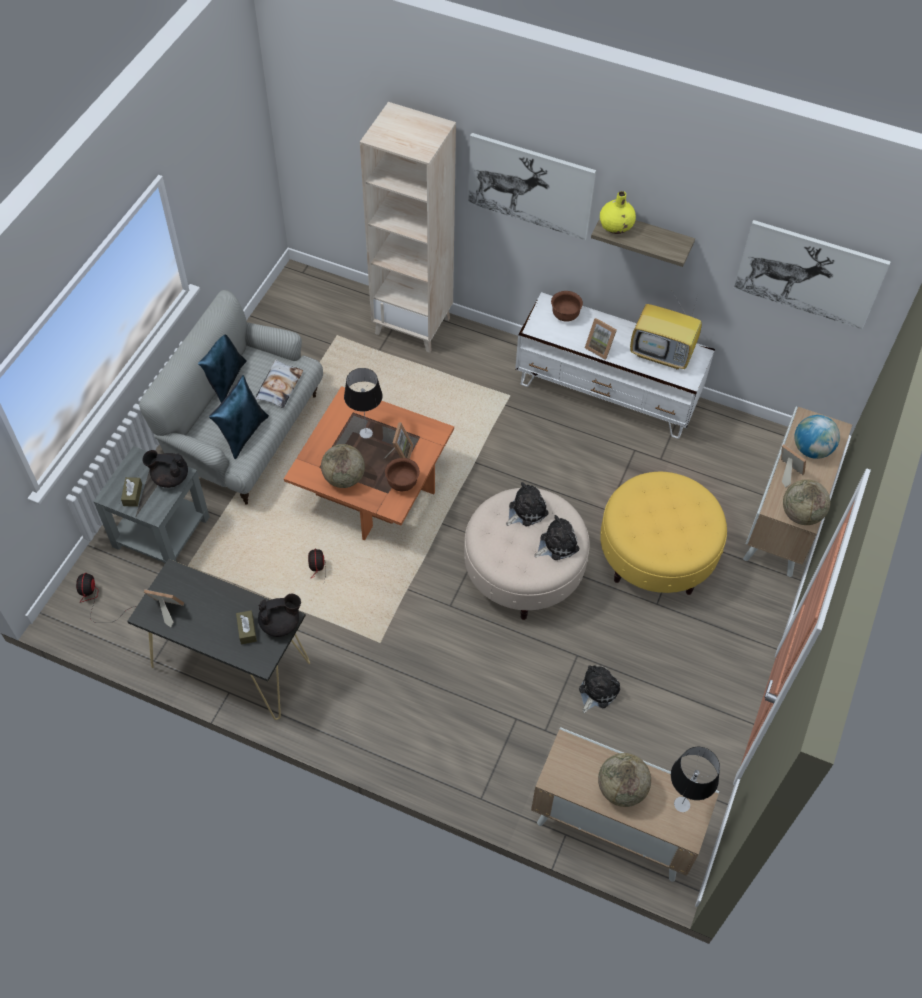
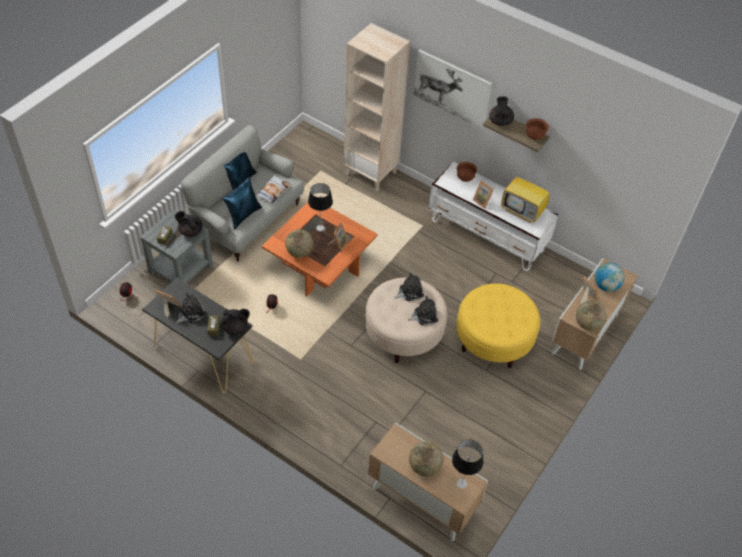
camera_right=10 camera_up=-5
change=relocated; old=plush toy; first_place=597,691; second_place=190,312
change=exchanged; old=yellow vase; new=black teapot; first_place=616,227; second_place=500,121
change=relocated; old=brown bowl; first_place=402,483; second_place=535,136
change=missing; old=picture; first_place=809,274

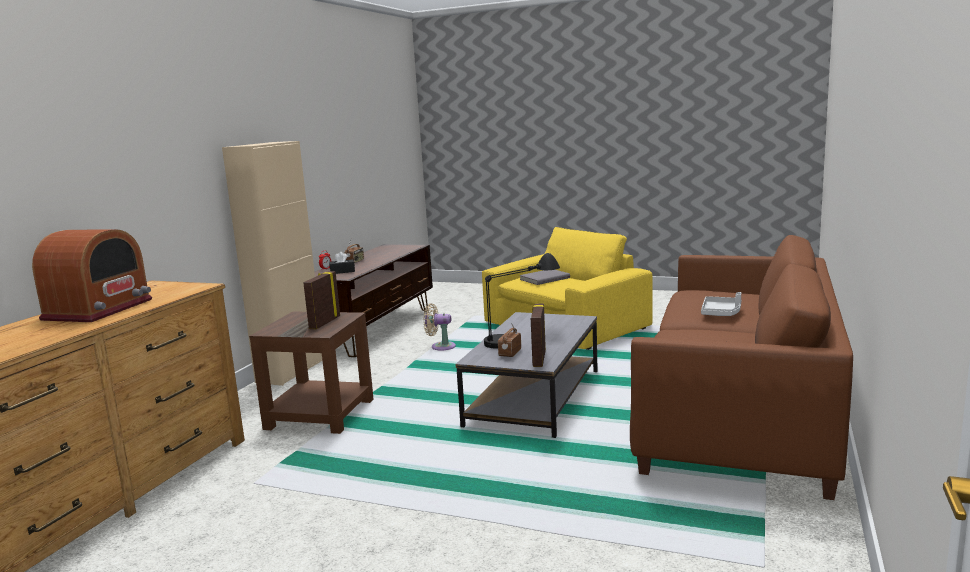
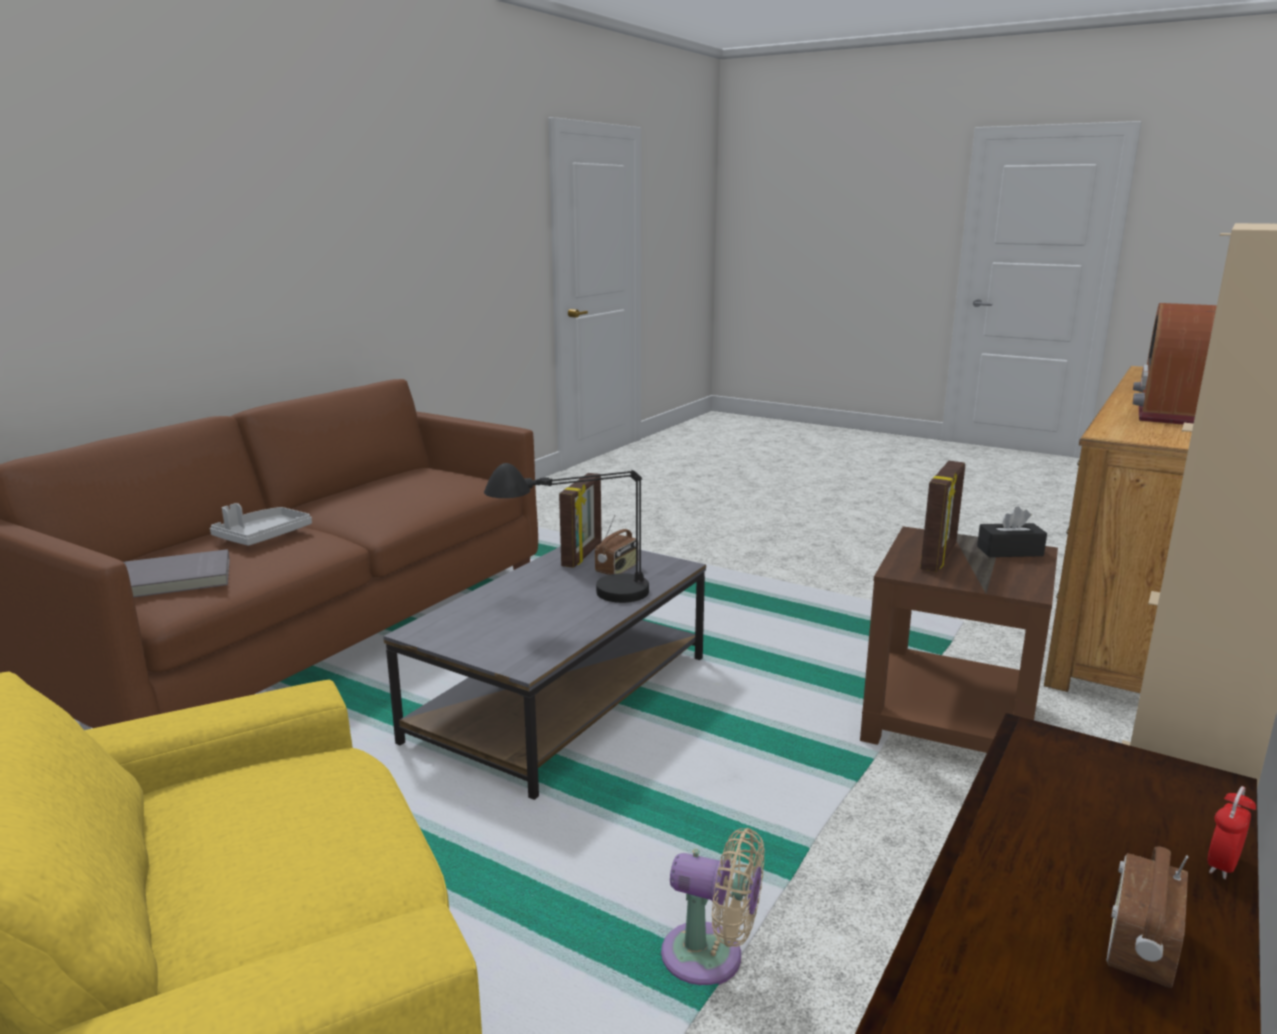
camera_right=-170 camera_up=5
change=relocated; old=grey book; first_place=544,278; second_place=175,579
change=relocated; old=black tissue box; first_place=342,271; second_place=1009,551

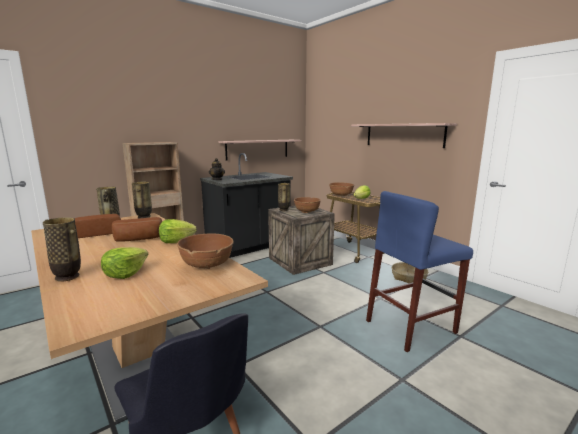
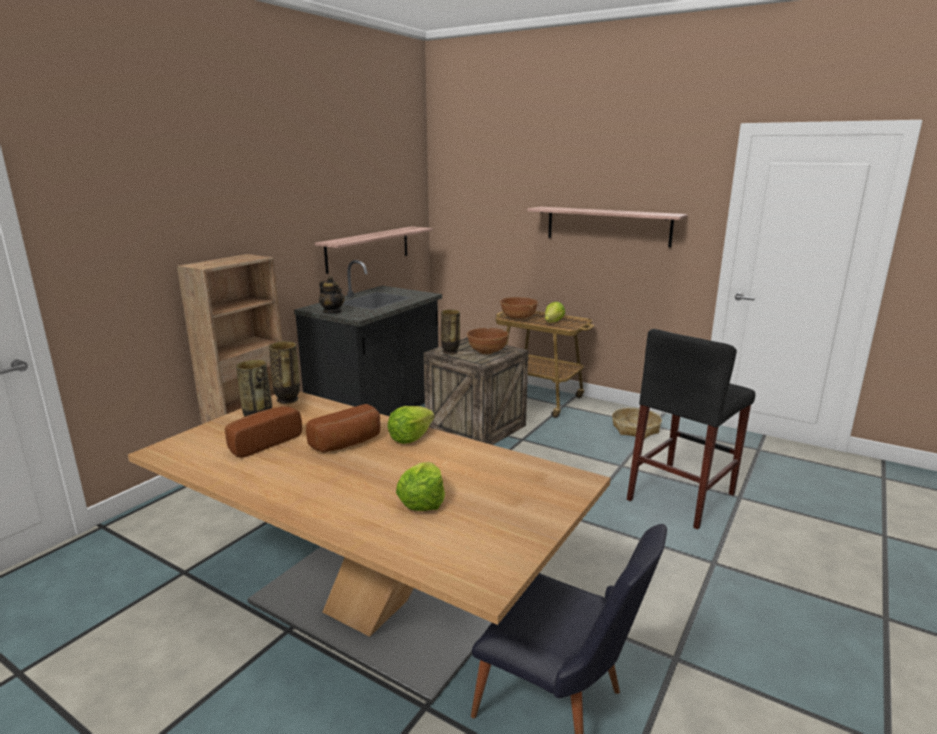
camera_right=-20 camera_up=5
change=colour; old=blue stool; new=black stool; first_place=411,326; second_place=681,496
change=missing; old=vase; first_place=67,277
change=missing; old=brown bowl; first_place=207,265

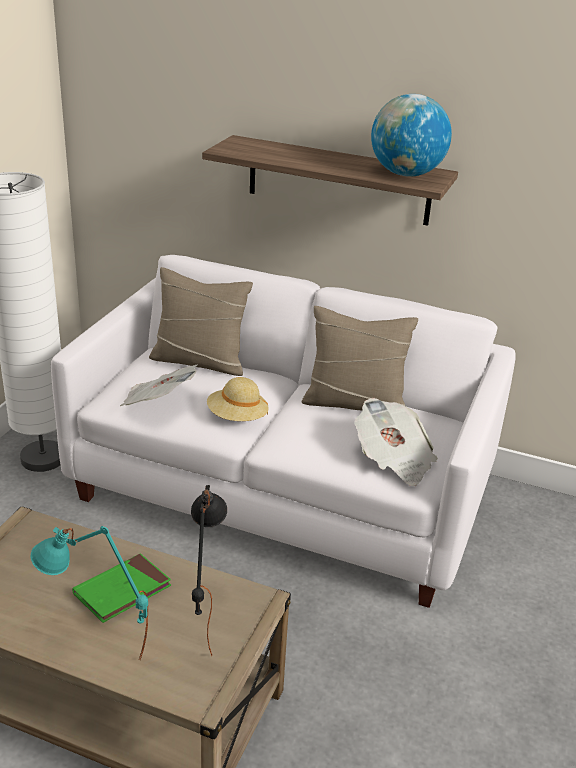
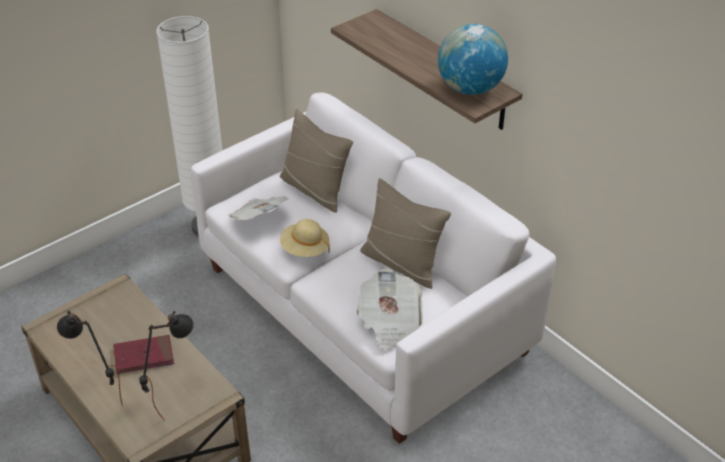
camera_right=30 camera_up=10
change=colour; old=turquoise table lamp; new=black table lamp; first_place=97,660; second_place=99,396
change=colour; old=green book; new=red book; first_place=122,591; second_place=144,356

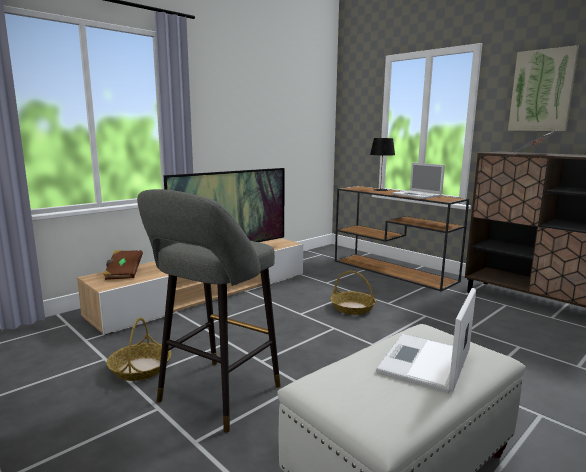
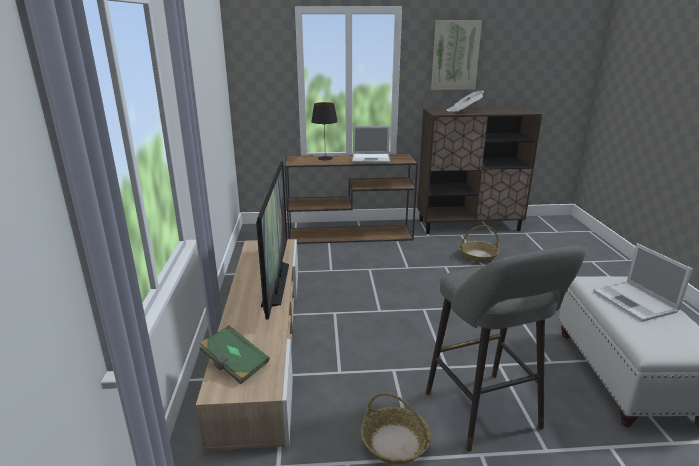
camera_right=-50 camera_up=10
change=colour; old=brown book; new=green book; first_place=123,273; second_place=234,364
change=relocated; old=basket; first_place=352,308; second_place=478,255

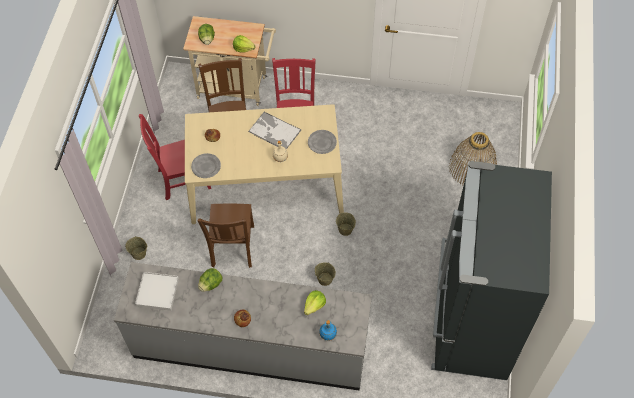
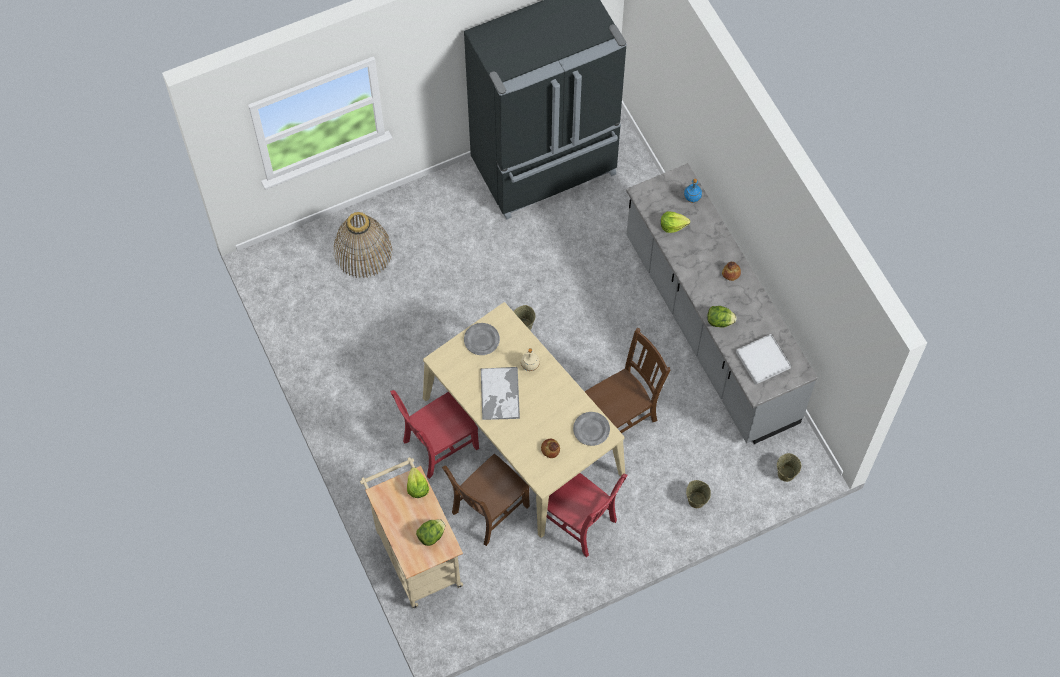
camera_right=-125 camera_up=5
change=relocated; old=beige bucket; first_place=324,279; second_place=786,474

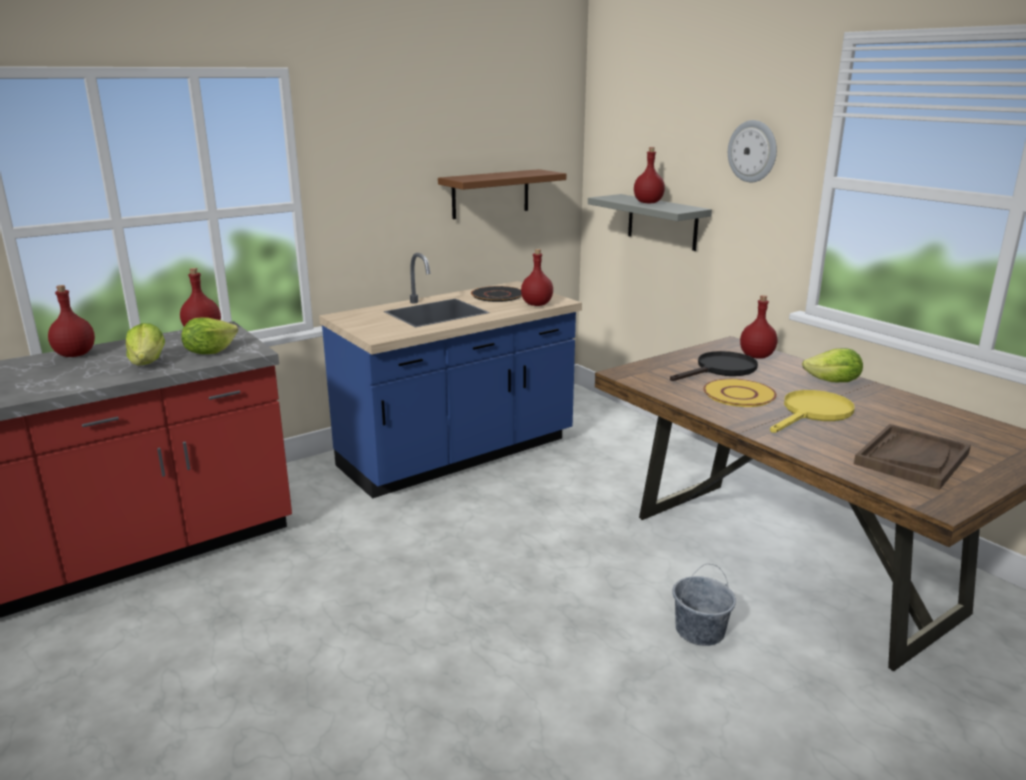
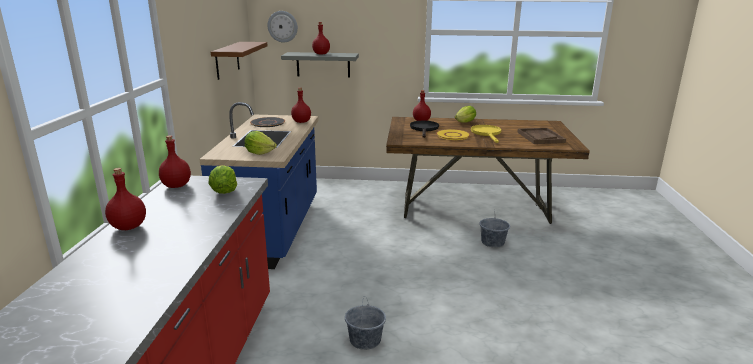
camera_right=-50 camera_up=0
change=relocated; old=lettuce; first_place=148,362; second_place=260,153
change=relocated; old=wall clock; first_place=753,151; second_place=282,26
change=appeared; new=grey bucket; second_place=365,340

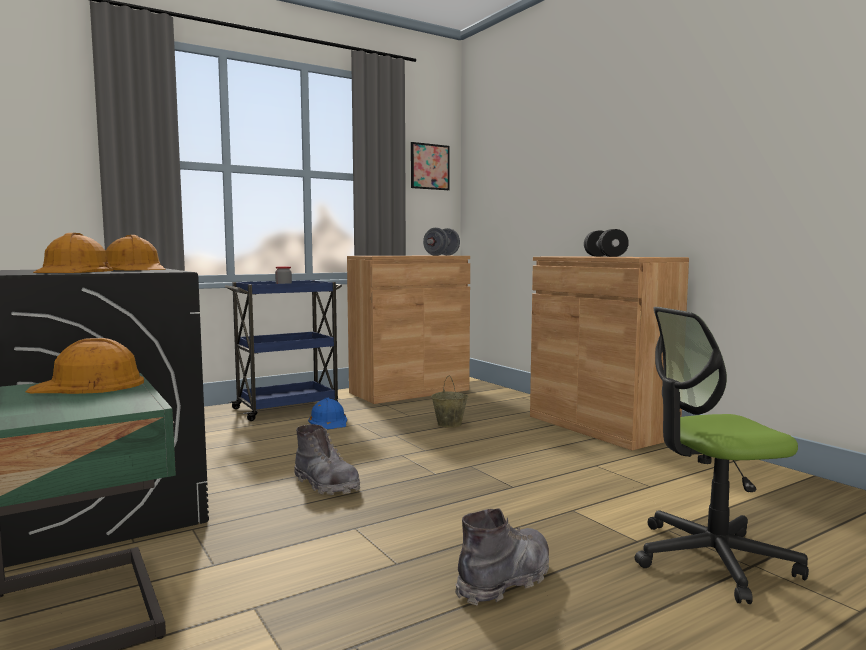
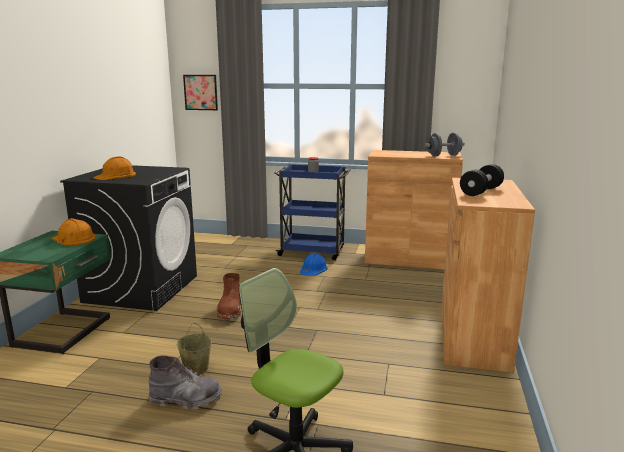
camera_right=45 camera_up=10
change=relocated; old=beige bucket; first_place=449,424; second_place=195,368
change=relocated; old=picture; first_place=429,166; second_place=200,92
change=colour; old=grey boot; new=brown boot; first_place=326,484; second_place=230,311
change=missing; old=orange hard hat; first_place=135,269

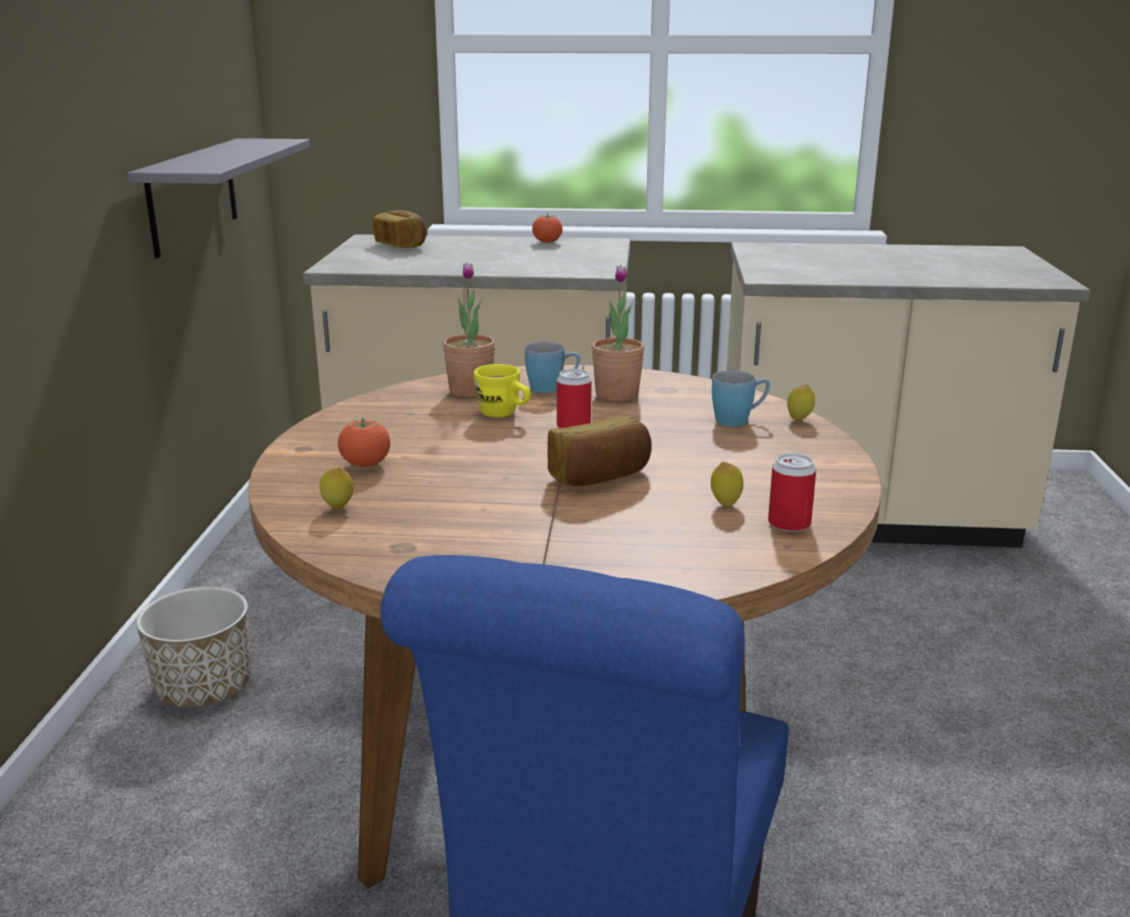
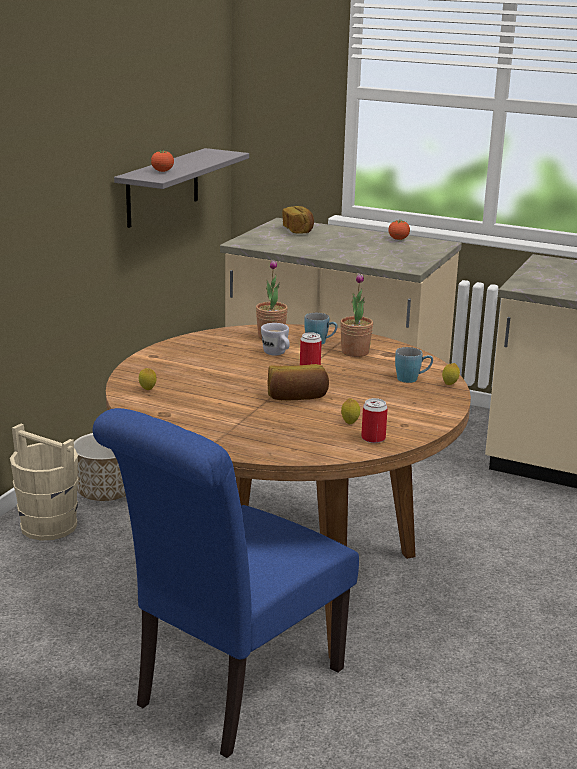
camera_right=20 camera_up=0
change=appeared; new=beige bucket; second_place=48,526
change=relocated; old=tomato; first_place=365,465; second_place=162,171
change=colour; old=yellow mug; new=white mug; first_place=504,415; second_place=277,354

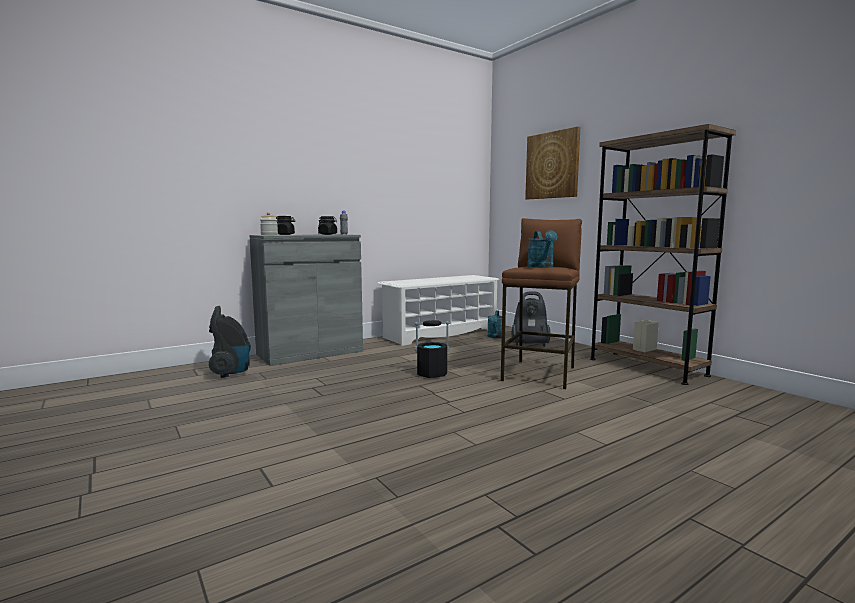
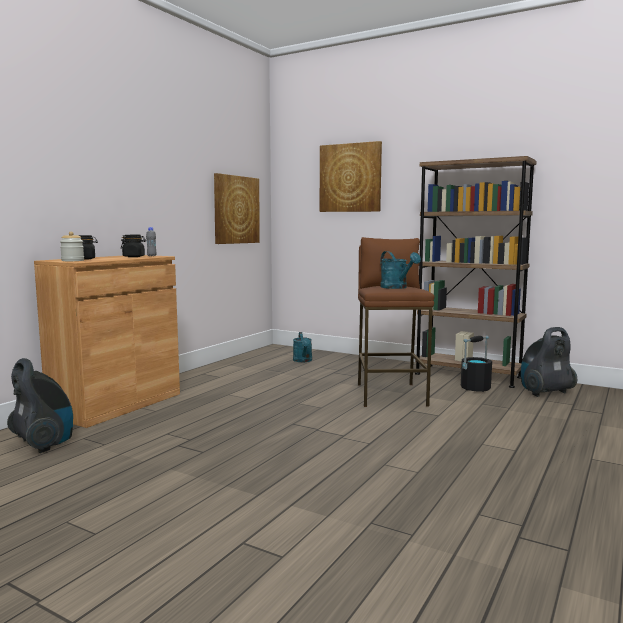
camera_right=-25 camera_up=0
change=colour; old=grey cabinet; new=brown cabinet; first_place=310,353; second_place=117,404
change=appeared; new=picture; second_place=236,210
change=relocated; old=black bucket; first_place=432,374; second_place=475,388
change=relocated; old=vacuum cleaner; first_place=529,344; second_place=544,392
change=missing; old=white shoe rack; first_place=440,334

